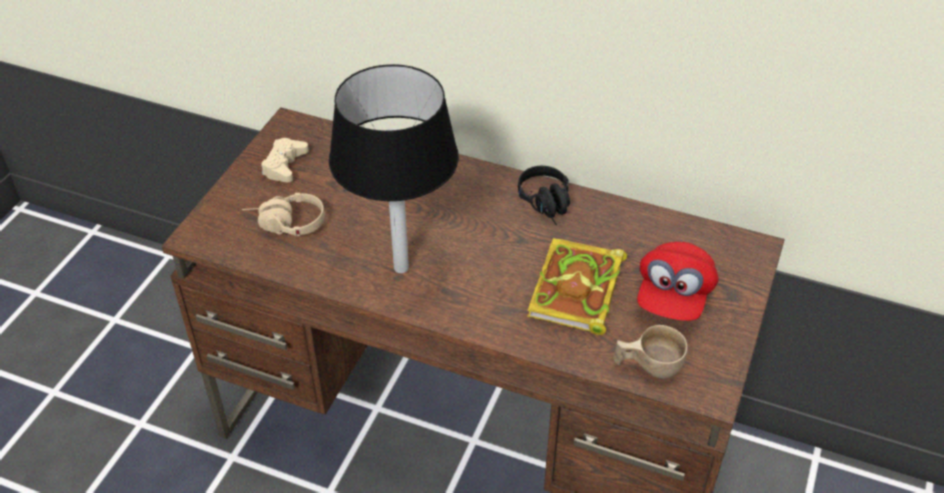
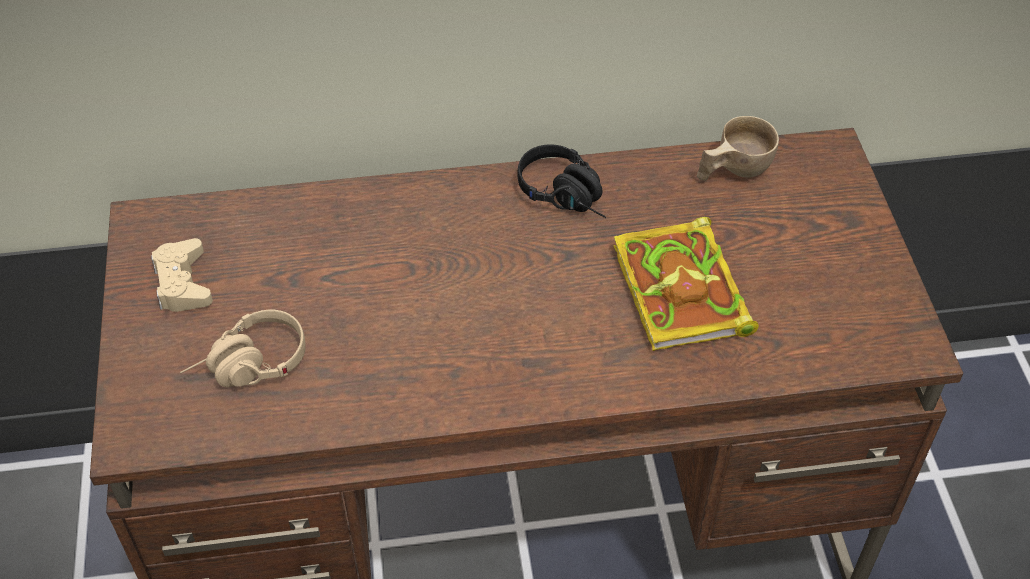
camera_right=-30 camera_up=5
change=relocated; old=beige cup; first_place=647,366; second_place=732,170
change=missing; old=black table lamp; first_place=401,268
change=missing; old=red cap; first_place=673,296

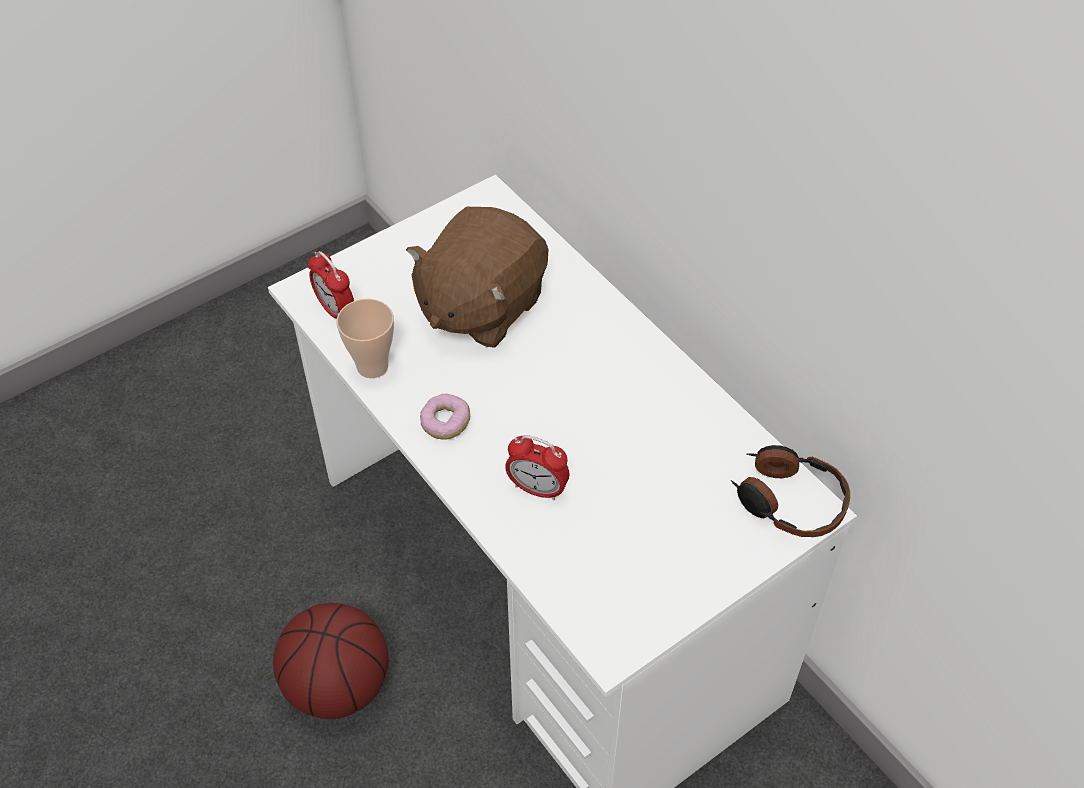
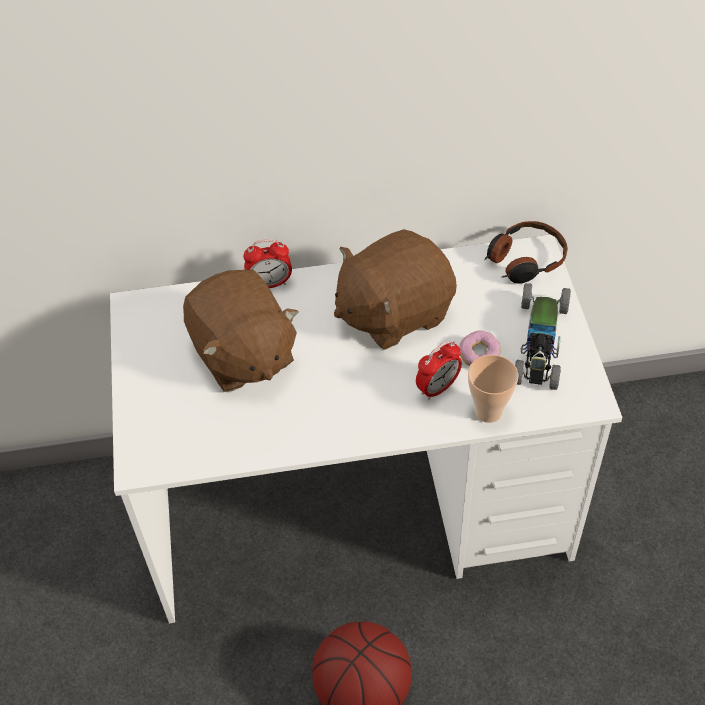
camera_right=-60 camera_up=0
change=relocated; old=alarm clock; first_place=335,310; second_place=270,284
change=appeared; new=brown plush toy; second_place=393,312
change=relocated; old=donut; first_place=445,423; second_place=479,356
change=relocated; old=cup; first_place=372,366; second_place=488,411
change=appeared; new=toy car; second_place=540,343

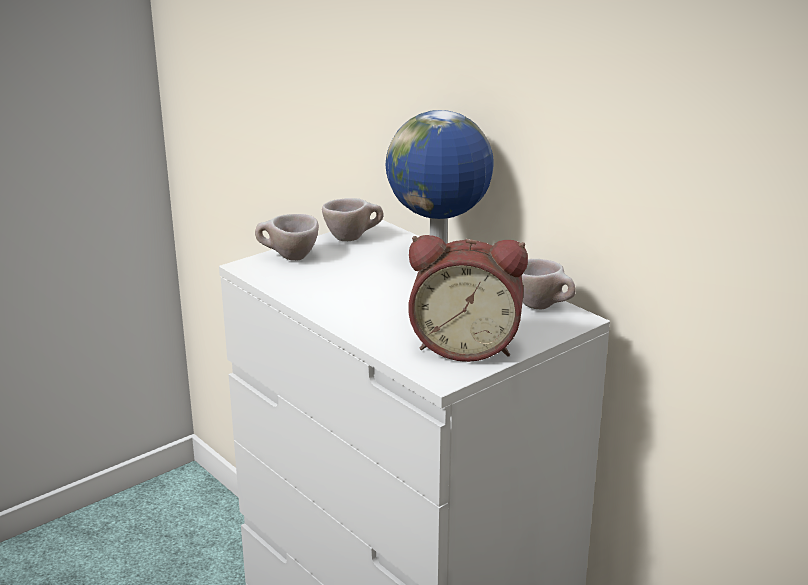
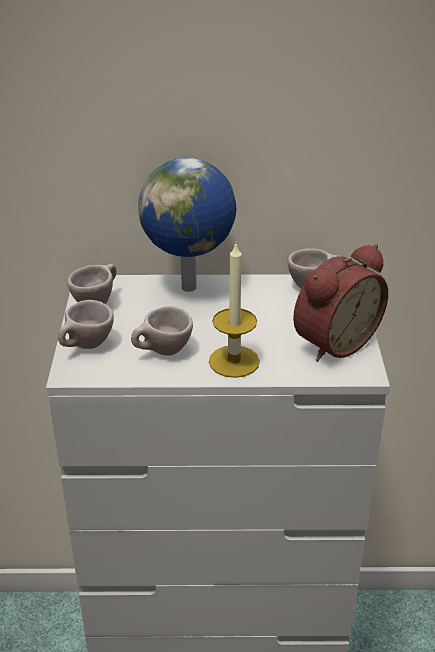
camera_right=-50 camera_up=10
change=appeared; new=beige cup; second_place=162,353
change=appeared; new=candle; second_place=234,361

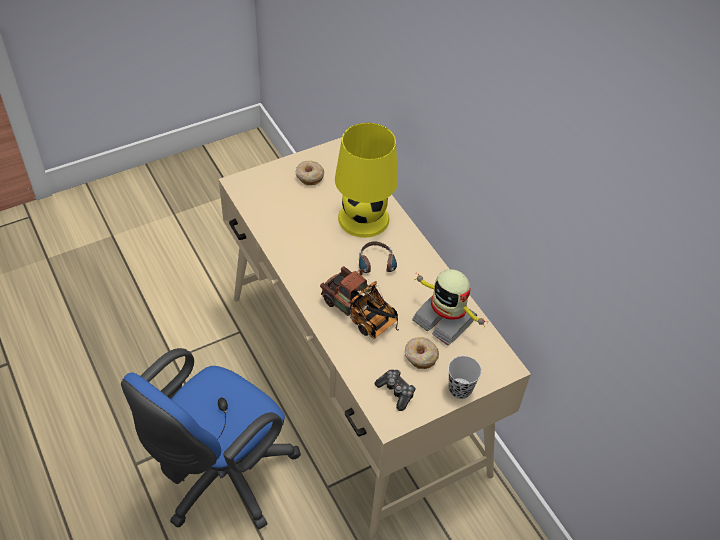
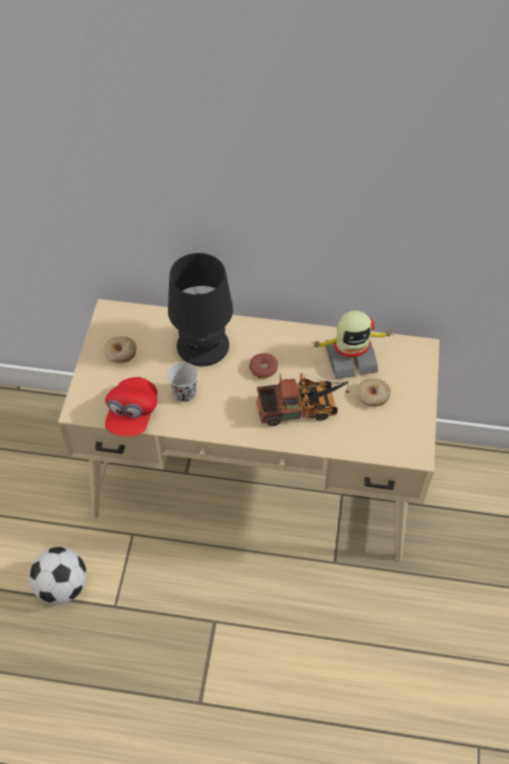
camera_right=-50 camera_up=5
change=appeared; new=football; second_place=62,586
change=appeared; new=red cap; second_place=132,414
change=relocated; old=black cup; first_place=460,389; second_place=184,393
change=colour; old=yellow table lamp; new=black table lamp; first_place=364,218; second_place=203,344
change=exchanged; old=headphones; new=donut; first_place=377,268; second_place=263,369
change=missing; old=blue office chair; first_place=220,477
change=missing; old=game controller; first_place=396,392

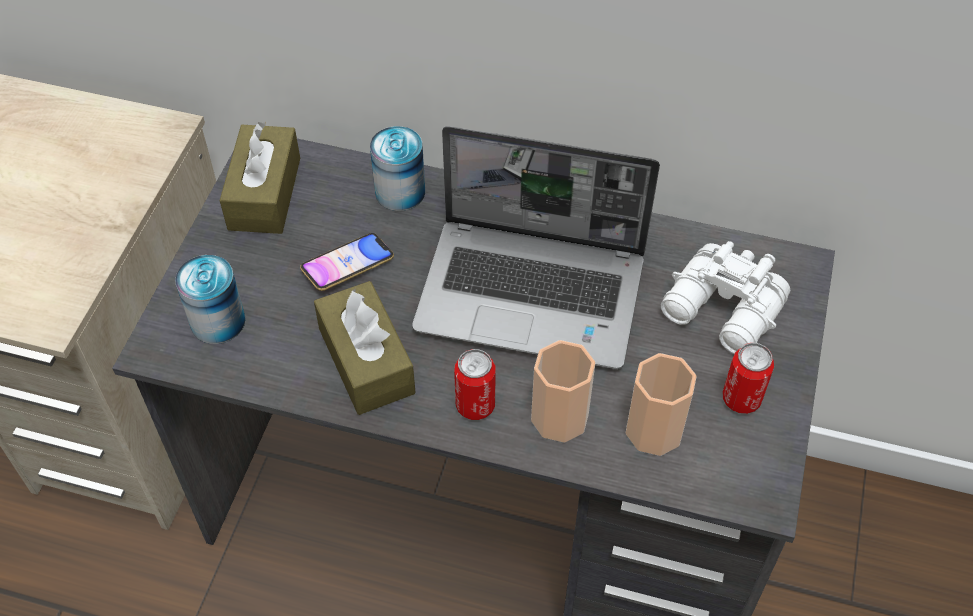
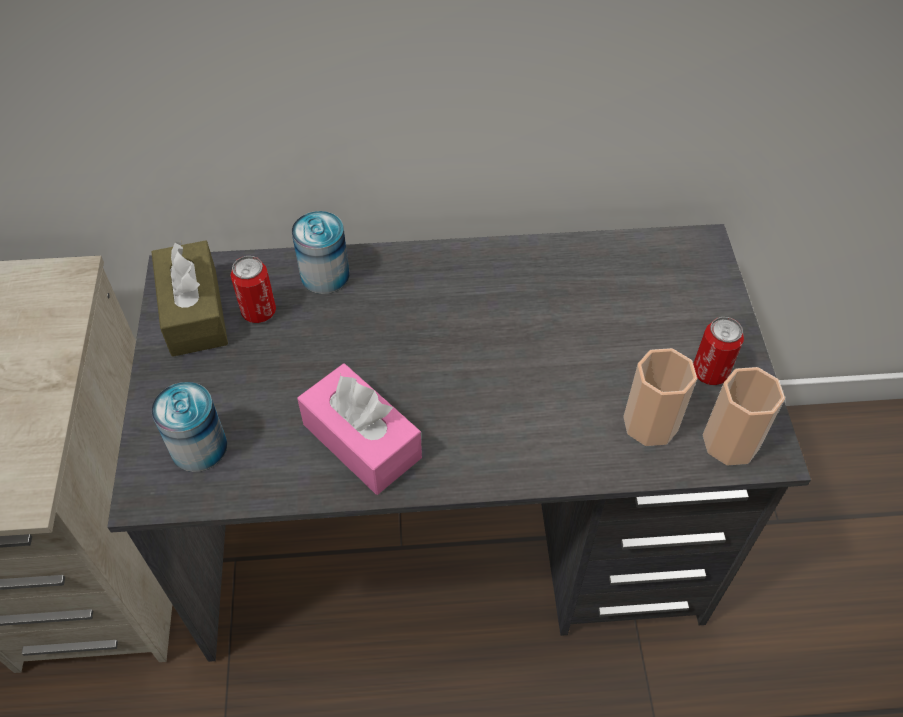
camera_right=-20 camera_up=0
change=relocated; old=can; first_place=475,405; second_place=259,311
change=colour; old=brown tissue box; new=pink tissue box; first_place=366,361; second_place=362,441
change=relocated; old=cup; first_place=559,417; second_place=730,442
change=missing; old=phone; first_place=348,265
change=missing; old=laptop; first_place=534,294
change=missing; old=white binoculars; first_place=723,312

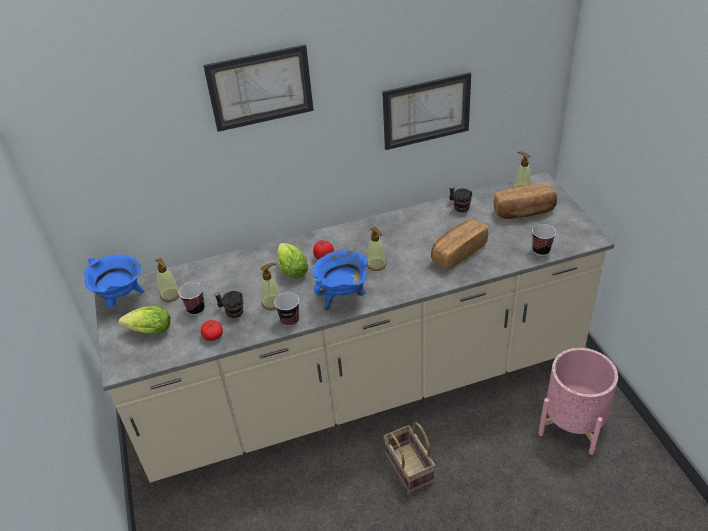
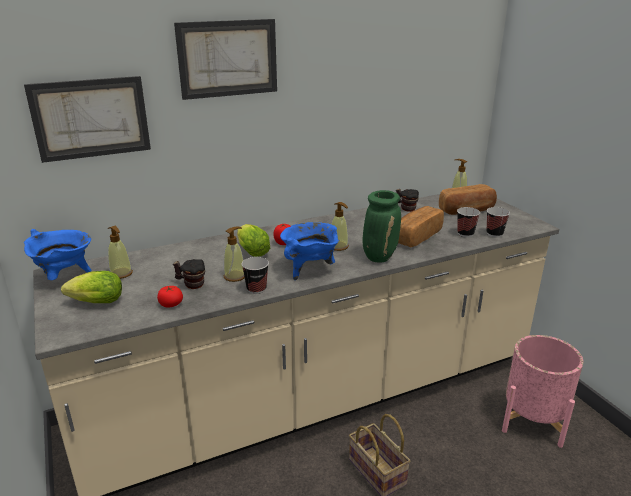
camera_right=-10 camera_up=-15
change=relocated; old=picture; first_place=426,110; second_place=91,118
change=appeared; new=green vase; second_place=379,256
change=relocated; old=cup; first_place=196,309; second_place=465,234

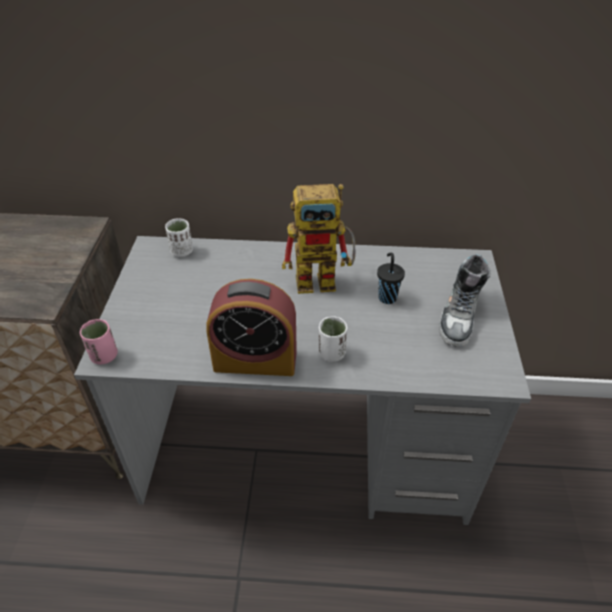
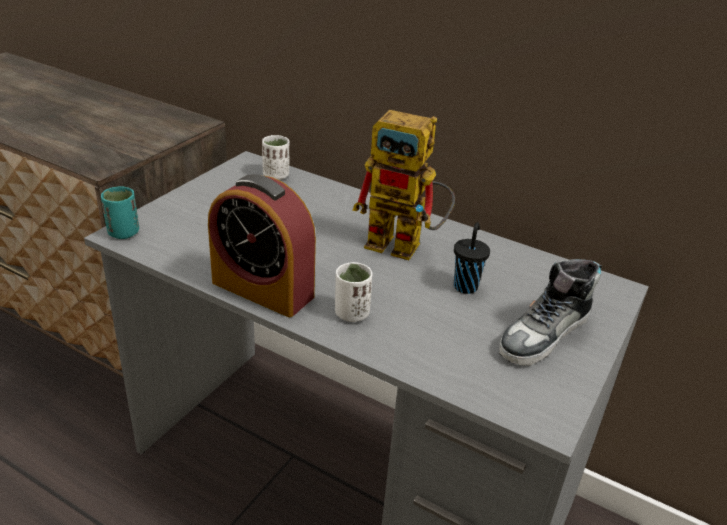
camera_right=25 camera_up=-10
change=colour; old=pink cup; new=turquoise cup; first_place=104,356; second_place=123,233

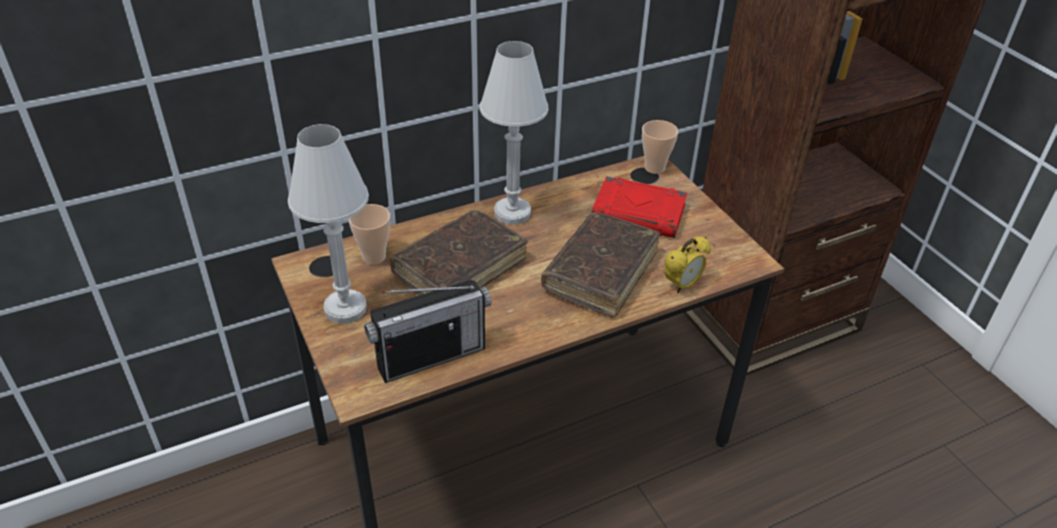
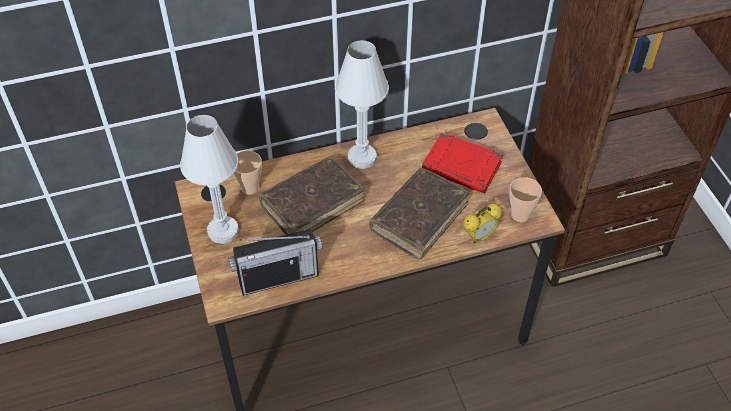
camera_right=10 camera_up=10
change=relocated; old=cup; first_place=654,168; second_place=520,215

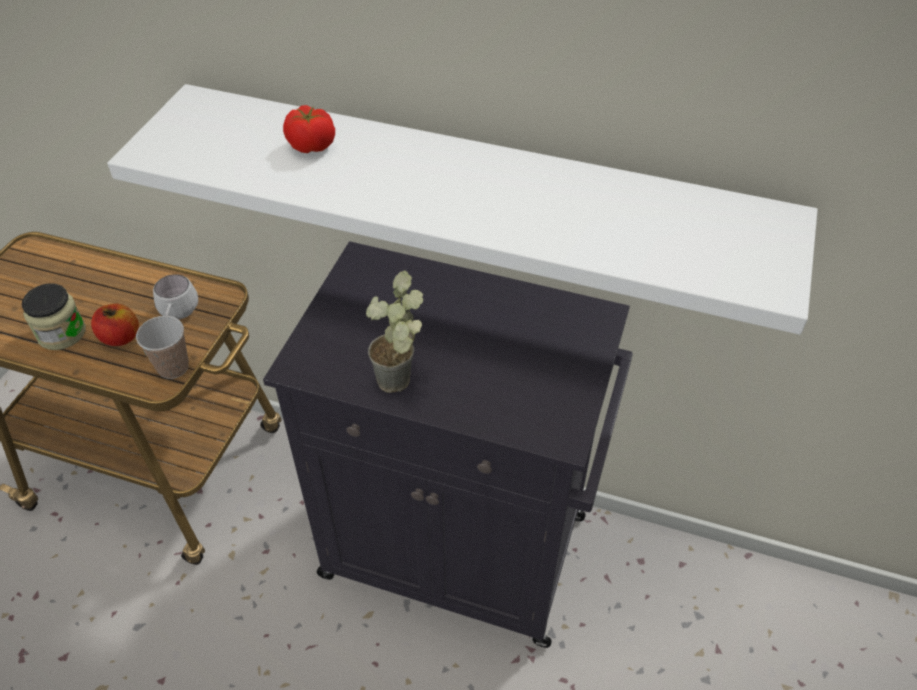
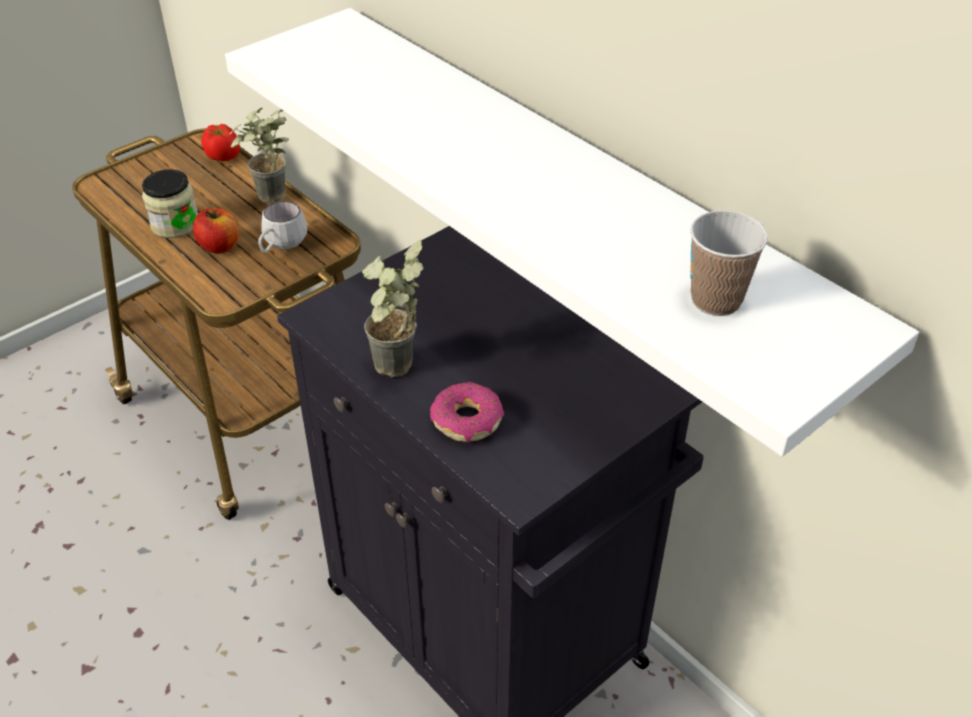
camera_right=30 camera_up=-5
change=relocated; old=tomato; first_place=311,146; second_place=223,156
change=appeared; new=potted plant; second_place=269,201
change=appeared; new=donut; second_place=467,421
change=relocated; old=cup; first_place=173,367; second_place=716,300

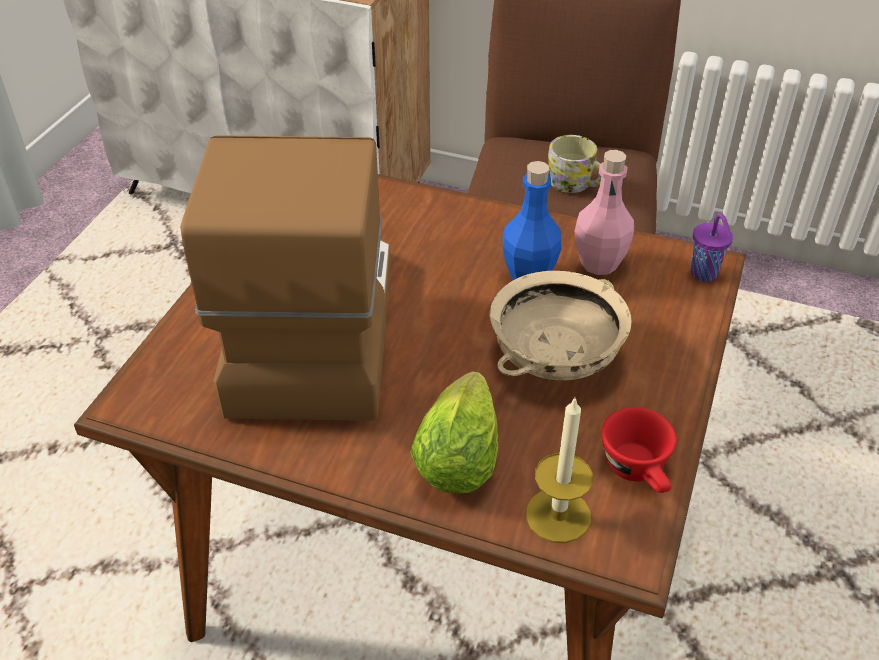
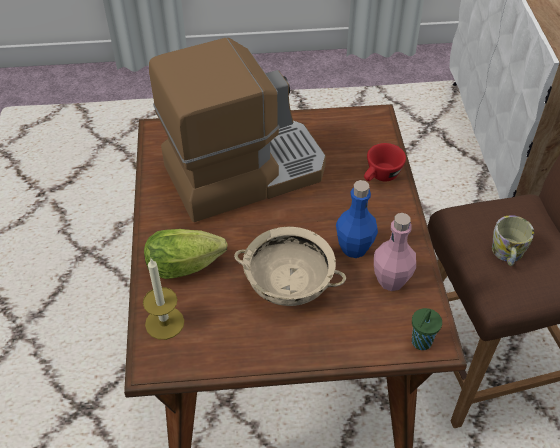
camera_right=65 camera_up=5
change=relocated; old=red cup; first_place=639,471; second_place=380,176
change=colour; old=purple cup; new=green cup; first_place=704,274; second_place=420,343

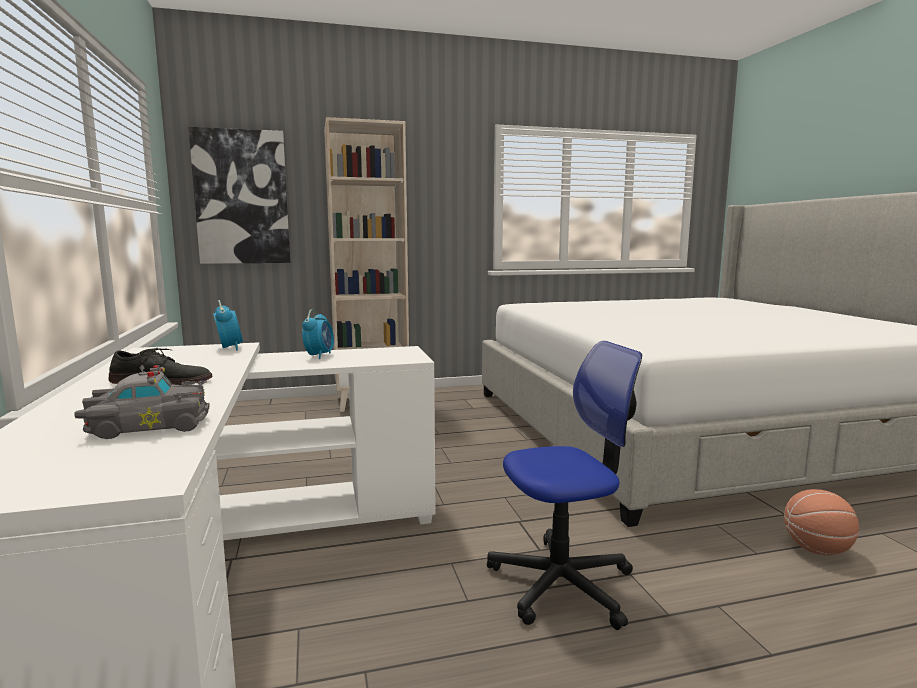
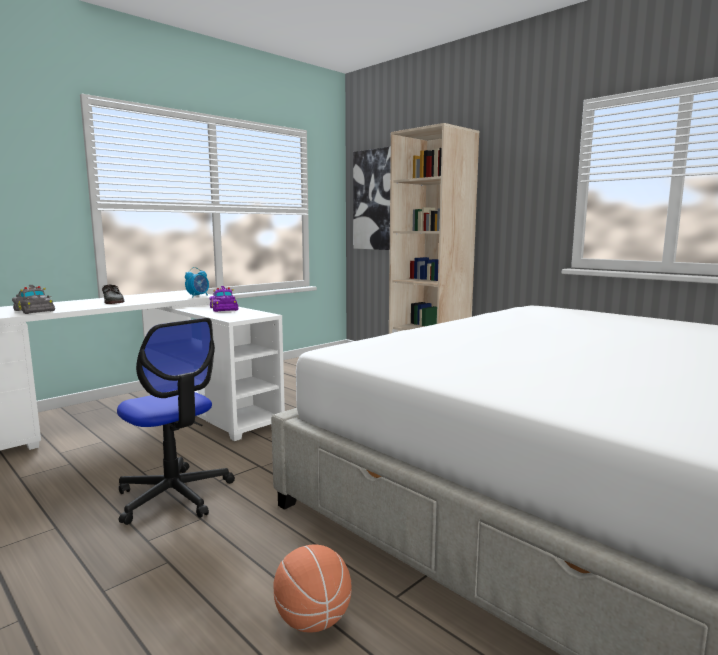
camera_right=60 camera_up=0
change=exchanged; old=alarm clock; new=purple toy car; first_place=319,356; second_place=224,308

